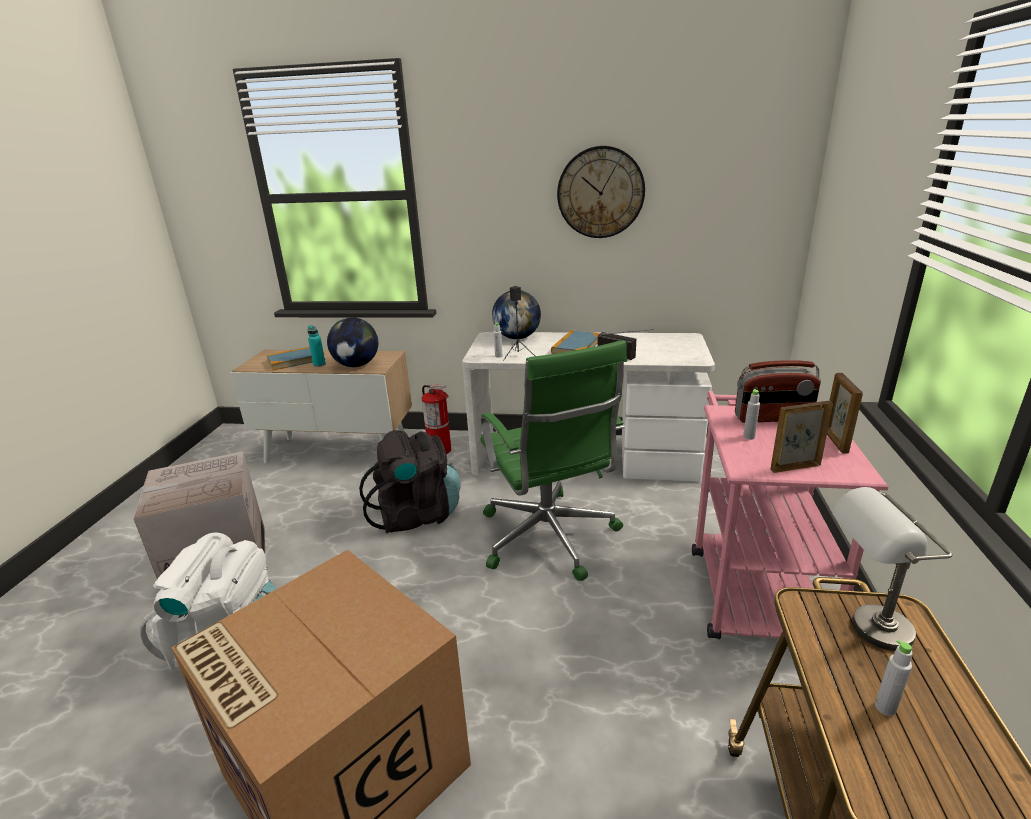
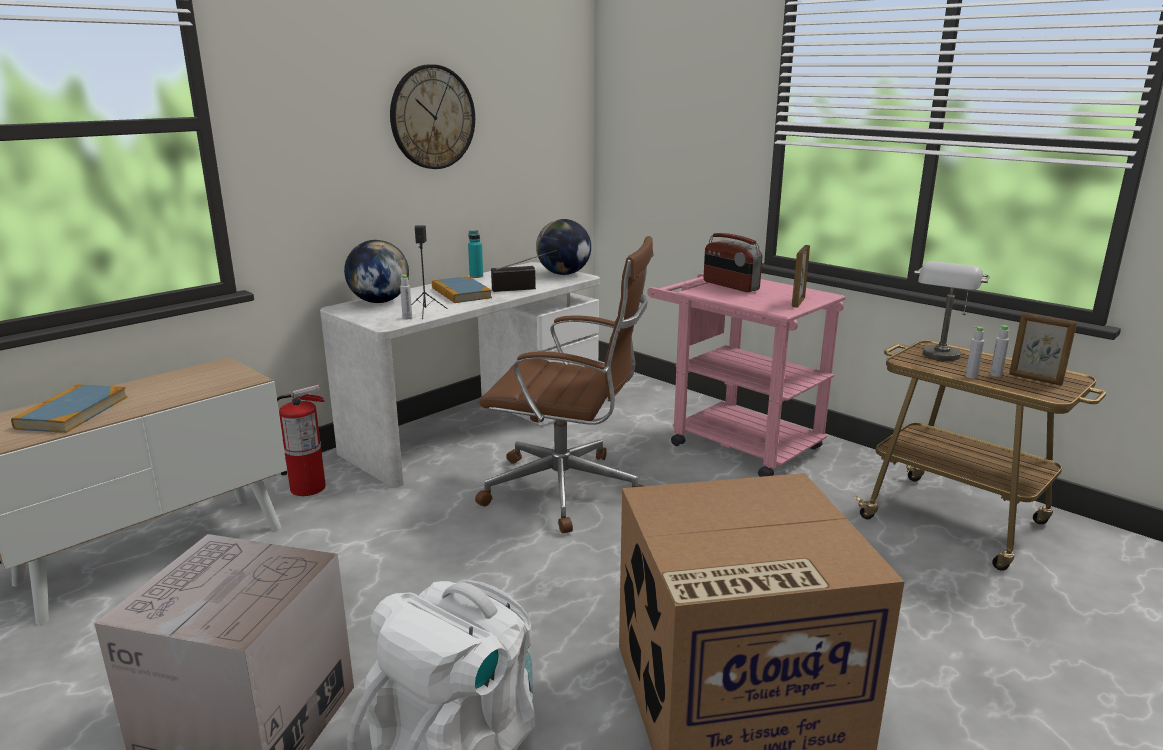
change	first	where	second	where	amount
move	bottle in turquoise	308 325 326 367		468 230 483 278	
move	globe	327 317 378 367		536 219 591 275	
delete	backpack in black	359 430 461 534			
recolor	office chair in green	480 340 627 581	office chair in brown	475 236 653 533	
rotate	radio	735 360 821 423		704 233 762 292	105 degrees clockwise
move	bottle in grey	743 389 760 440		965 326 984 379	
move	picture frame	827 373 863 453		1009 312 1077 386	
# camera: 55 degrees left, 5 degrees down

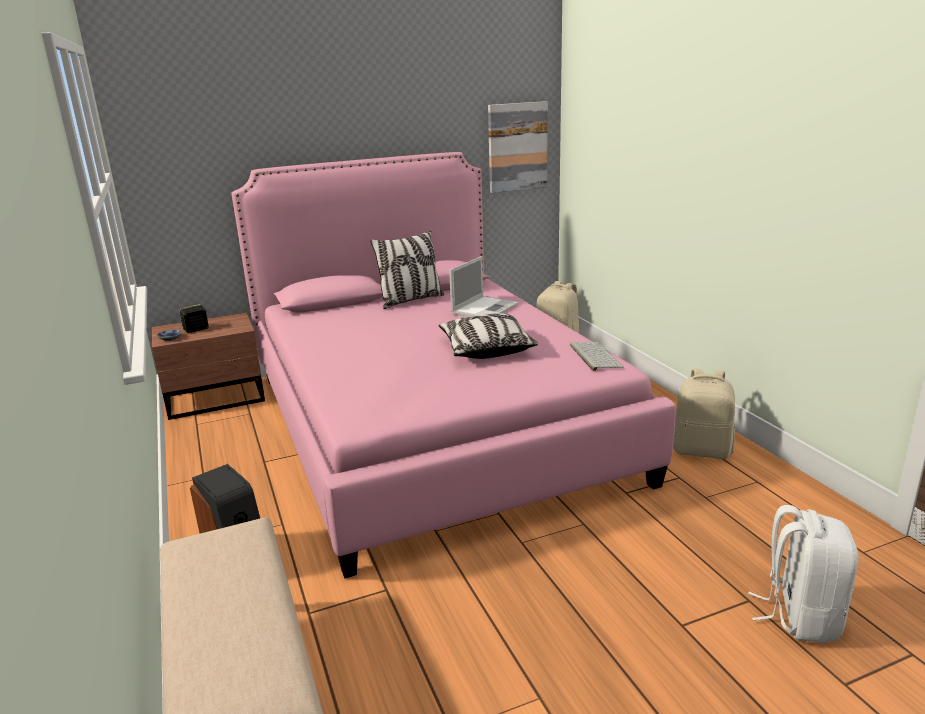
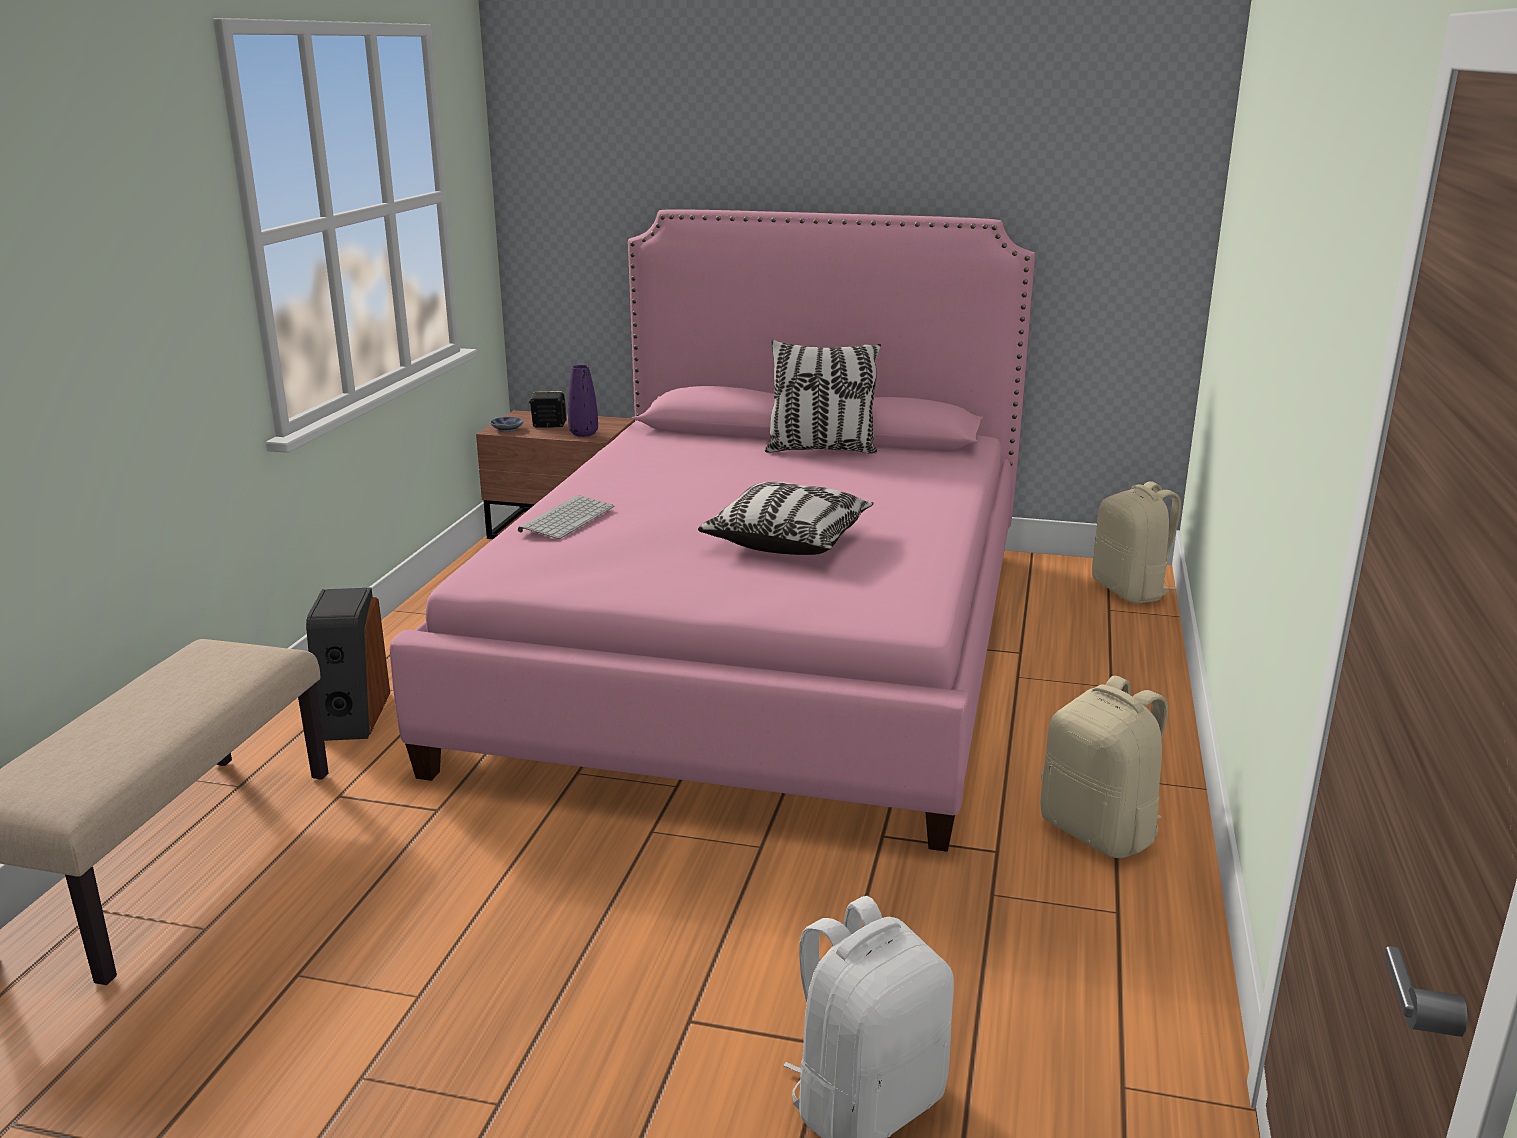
change	first	where	second	where	amount
delete	laptop	449 256 519 317			
delete	picture	488 101 548 193			
move	keyboard	570 342 624 371		518 495 614 539	
insert			vase in purple	568 365 598 437	
# camera: 35 degrees right, 0 degrees up

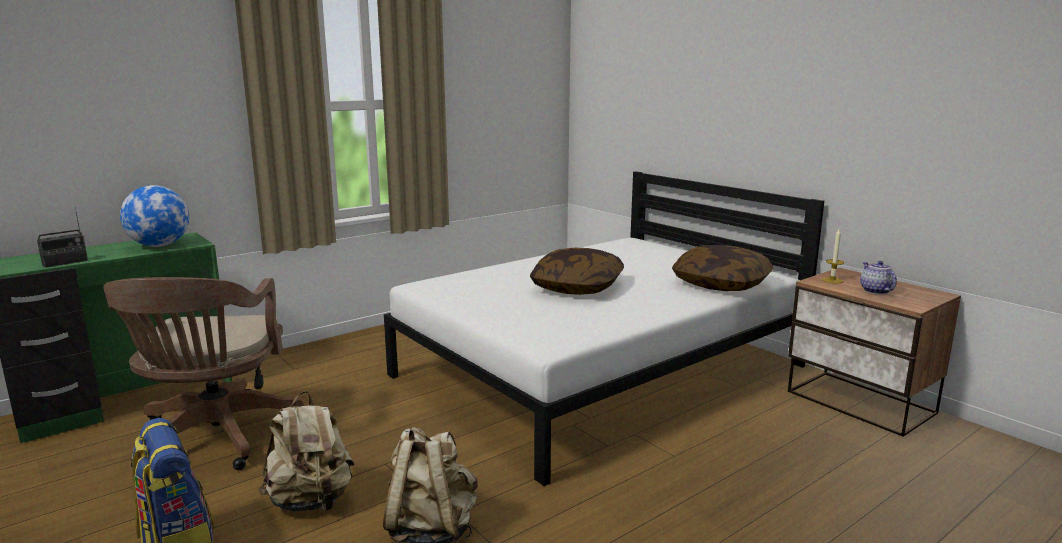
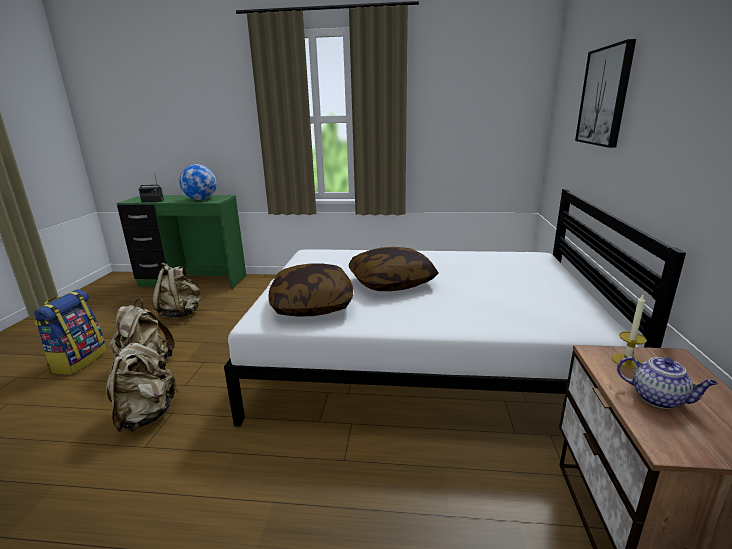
change	first	where	second	where	amount
replace	office chair in brown	103 277 304 470	backpack in beige	152 263 201 318	
move	pillow	672 245 773 291		268 264 353 317	
rotate	teapot	860 261 897 294		617 356 718 409	90 degrees clockwise
insert			picture	575 39 636 148	
# camera: 45 degrees right, 5 degrees up

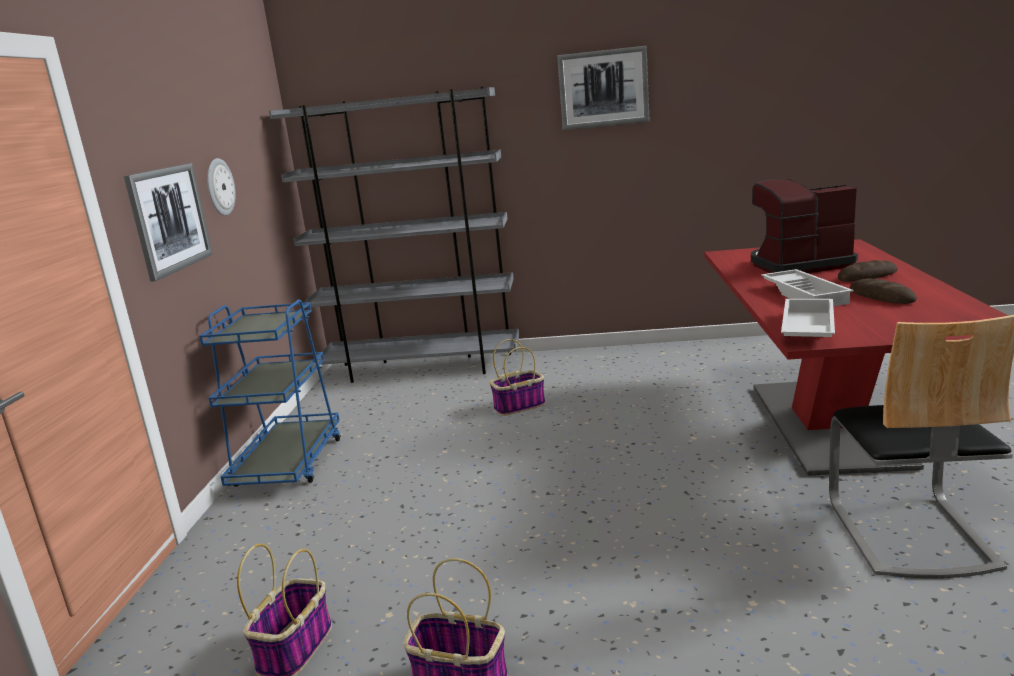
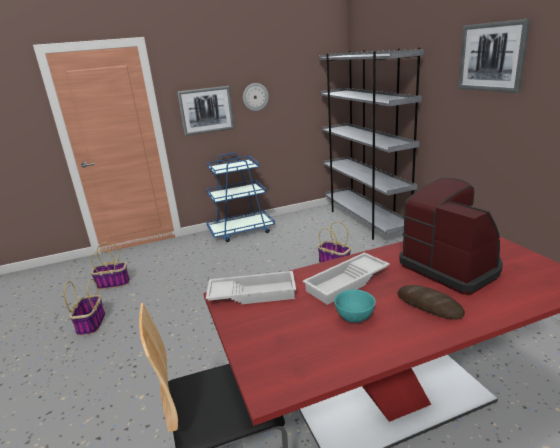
change	first	where	second	where	amount
replace	bread	850 278 917 304	bowl in turquoise	334 289 376 323	
# camera: 65 degrees right, 5 degrees up

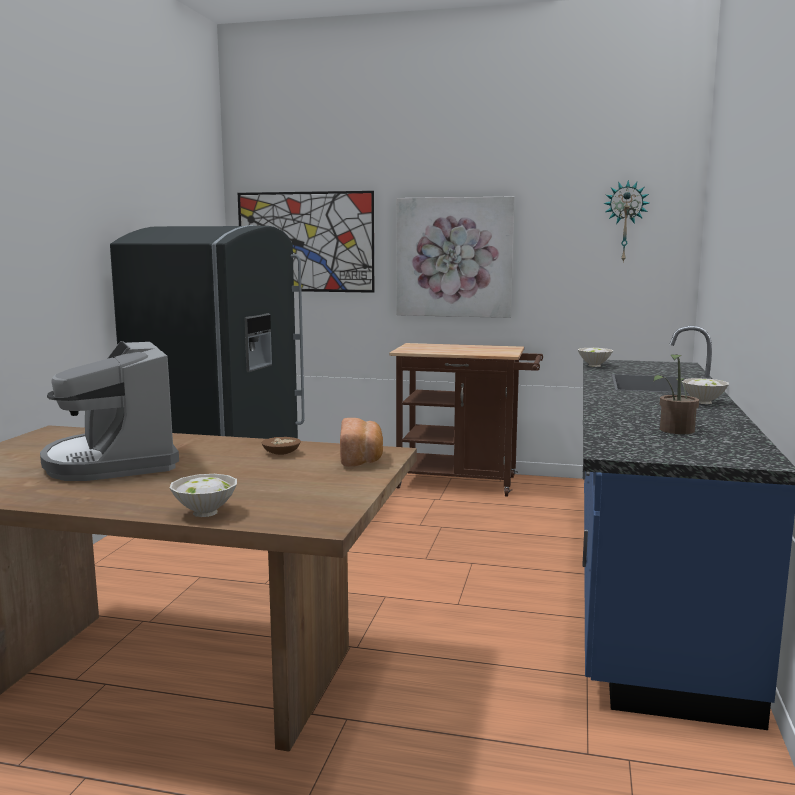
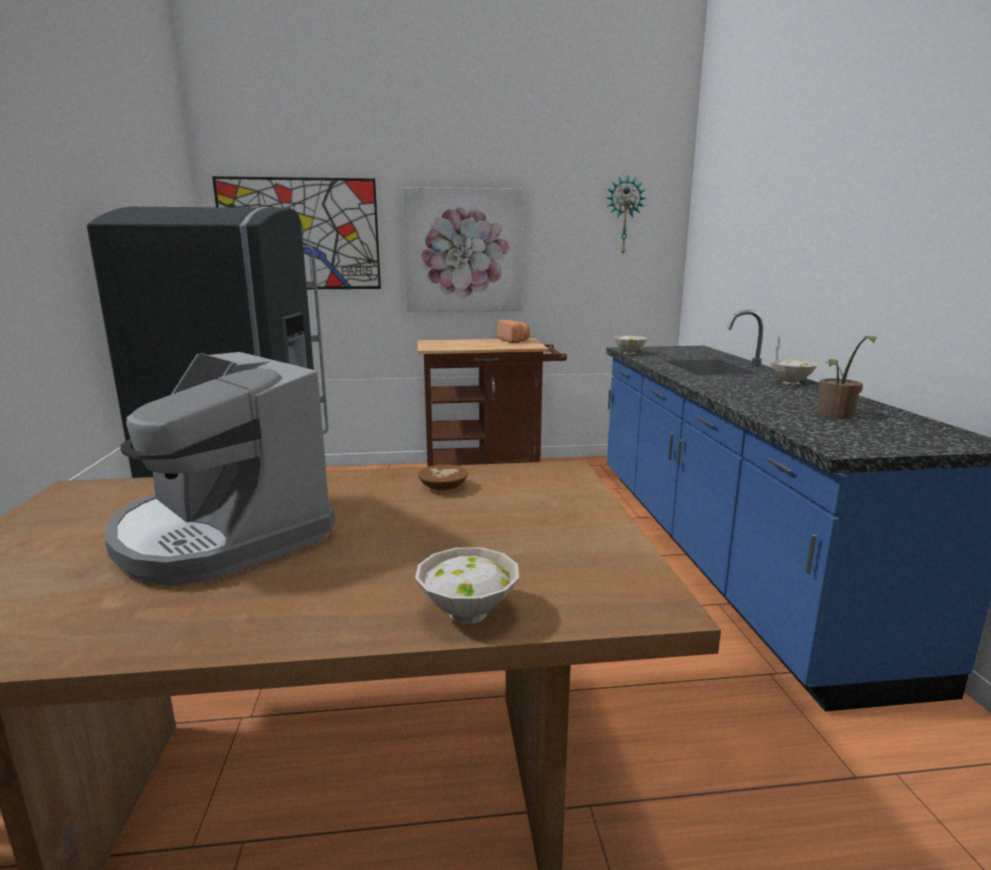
change	first	where	second	where	amount
move	bread	340 418 383 467		497 320 530 343	
# camera: 20 degrees left, 5 degrees up

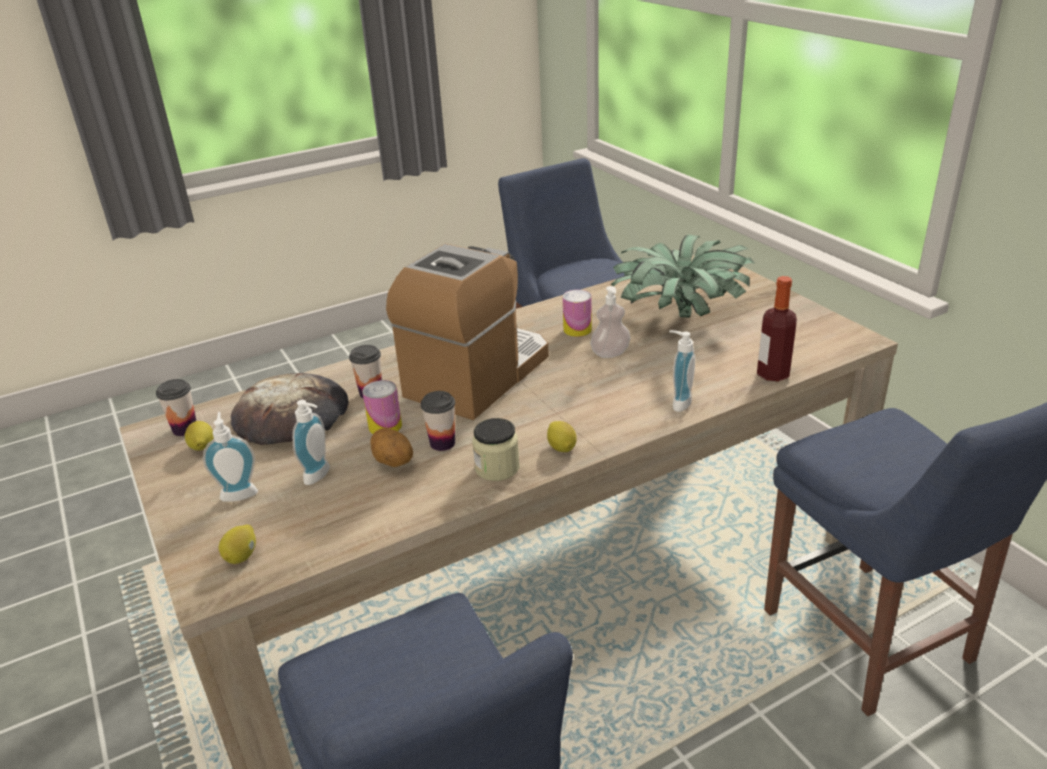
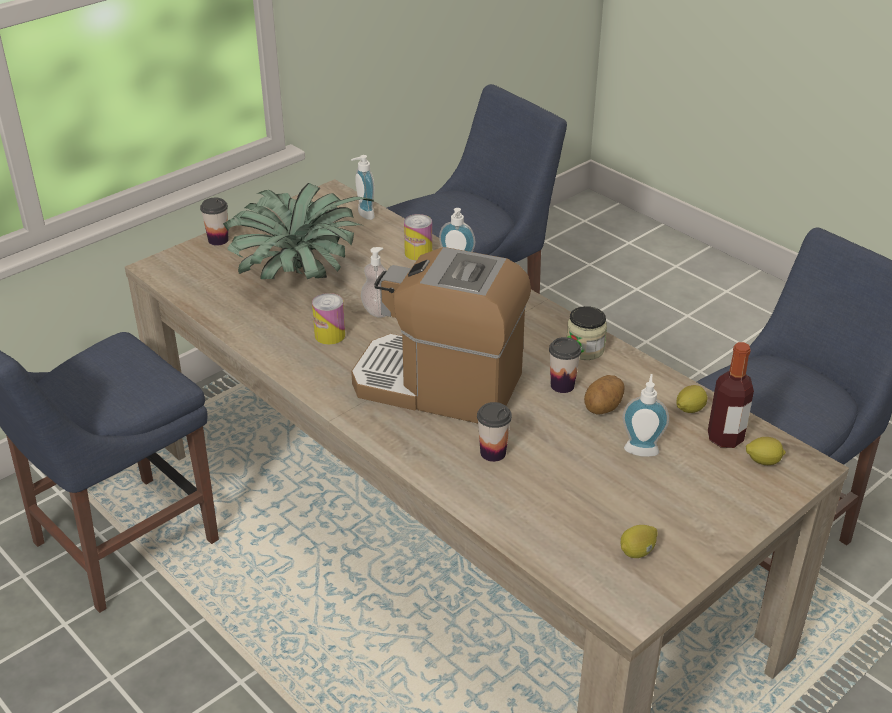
change	first	where	second	where	amount
move	cup	156 379 196 436		200 198 229 245	
move	soap dispenser	203 412 258 502		351 155 375 220	
delete	bread	231 373 348 445			
move	can	362 380 402 434		404 214 432 261	
move	lemon	547 421 577 452		676 385 708 413	
move	bottle	757 276 797 382		708 342 754 448	
# camera: 105 degrees left, 5 degrees up

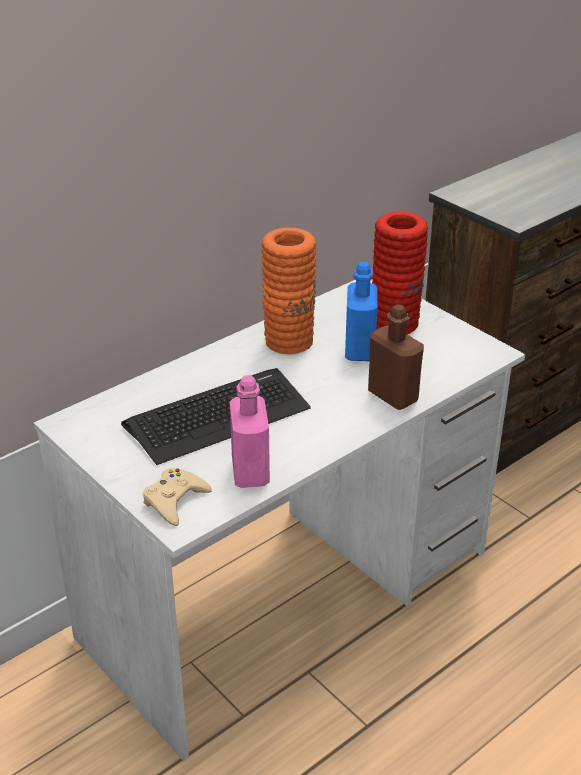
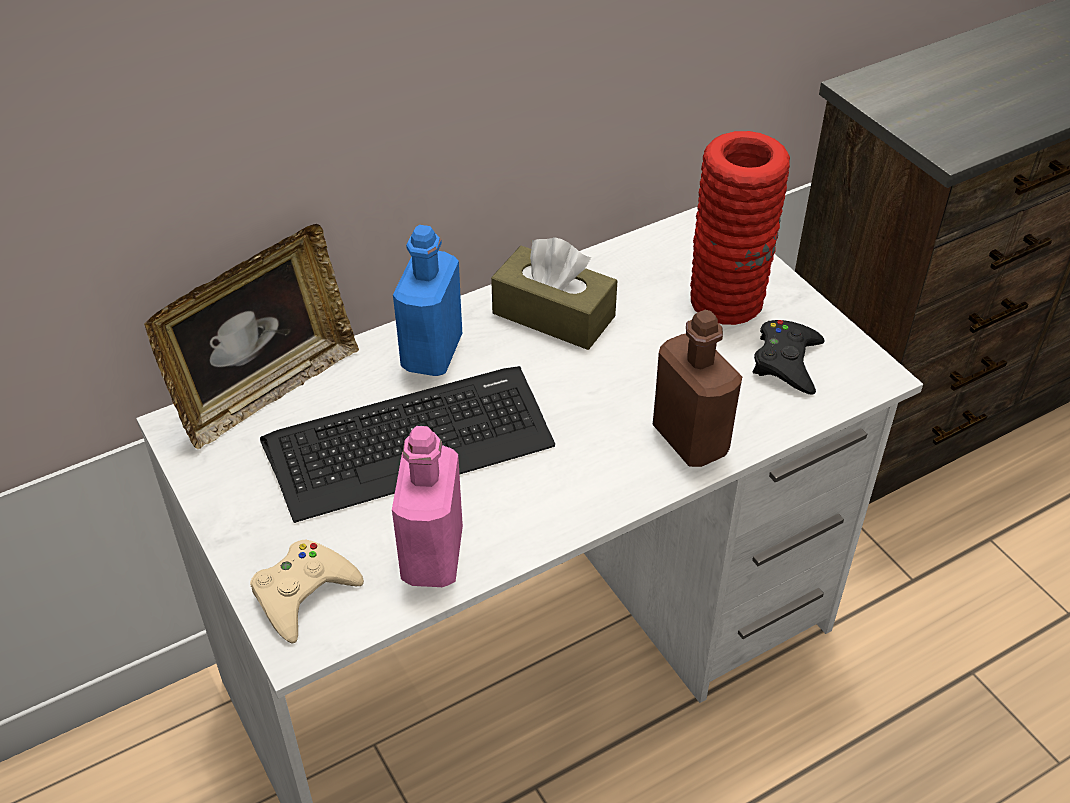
change	first	where	second	where	amount
replace	vase in orange	262 228 316 355	tissue box in brown	491 237 617 350	
move	bottle in blue	345 262 378 361		393 225 462 376	
insert			picture frame	144 224 359 449	
insert			game controller in black	753 320 825 395	
# camera: 10 degrees right, 10 degrees up

